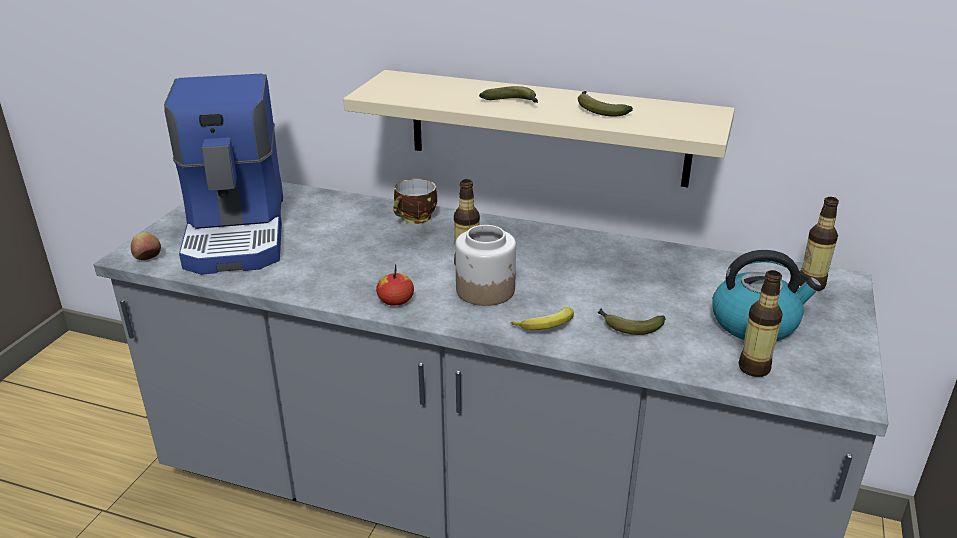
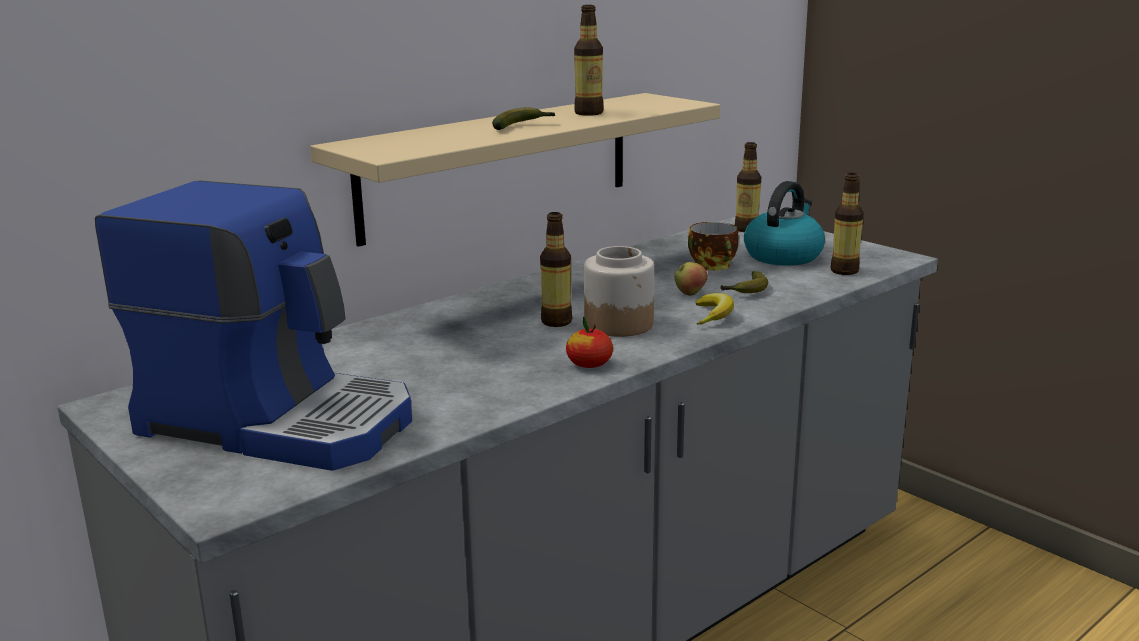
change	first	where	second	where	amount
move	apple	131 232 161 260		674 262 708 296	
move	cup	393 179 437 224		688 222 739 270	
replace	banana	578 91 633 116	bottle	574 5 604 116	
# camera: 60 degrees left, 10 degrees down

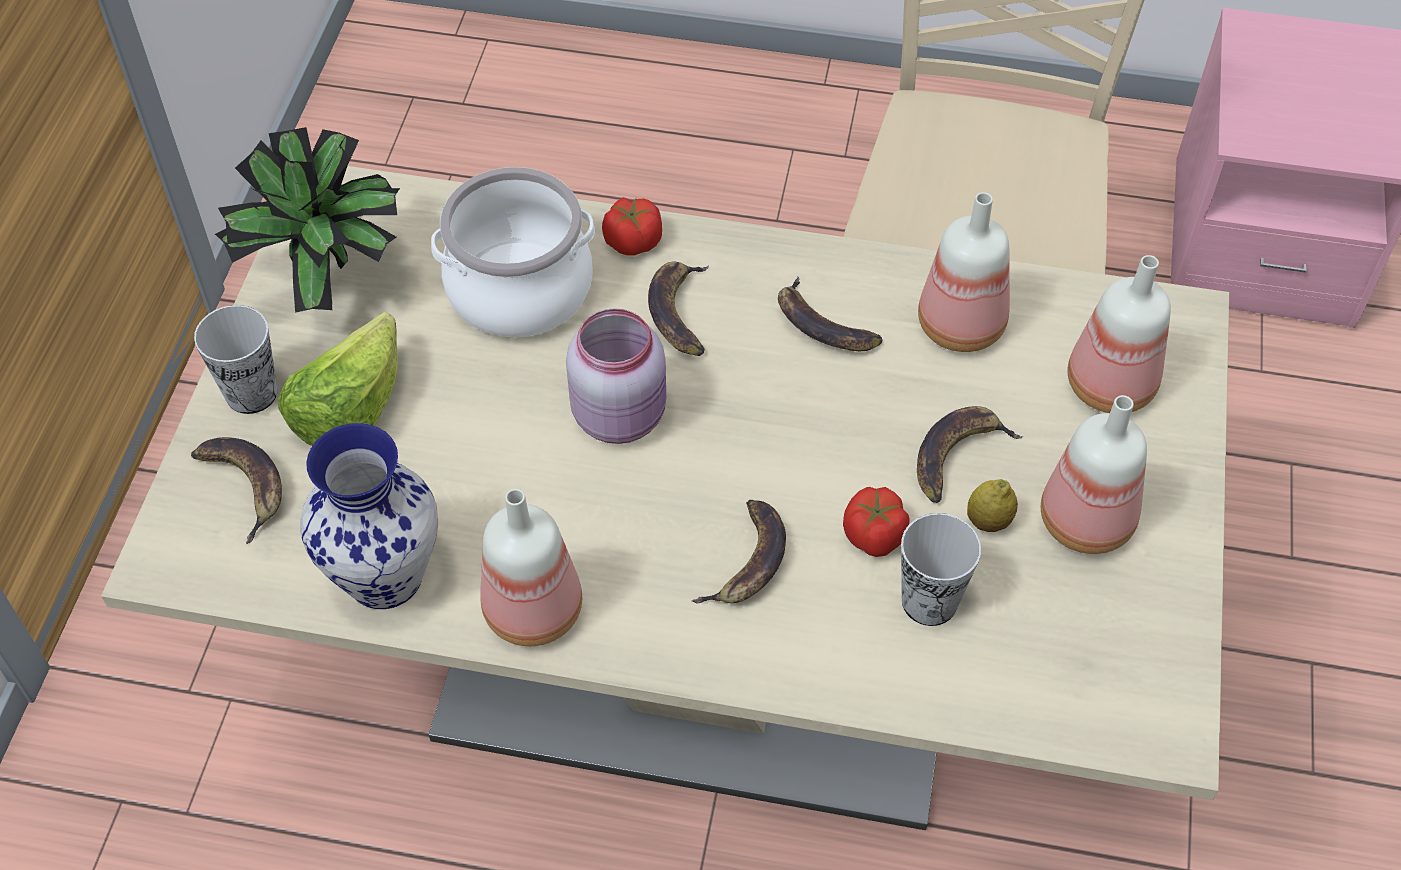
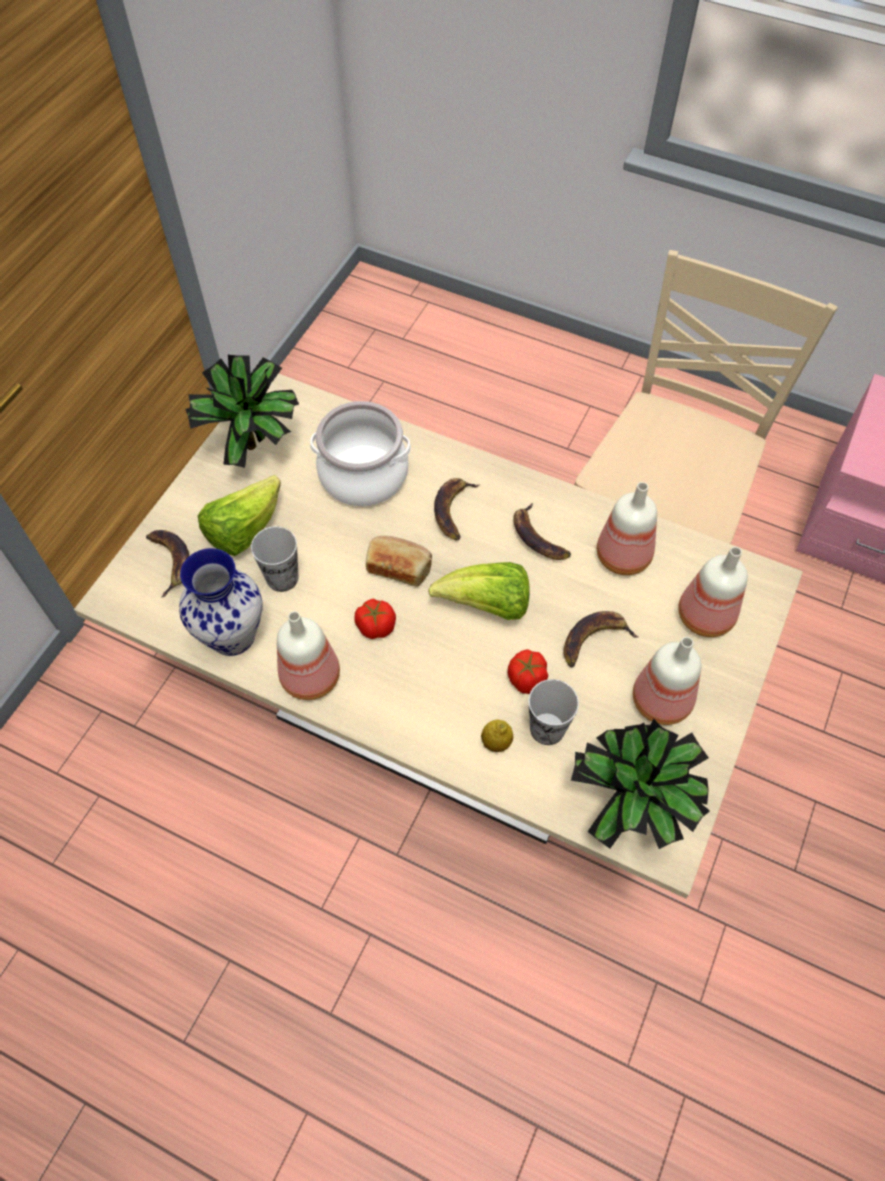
change	first	where	second	where	amount
move	cup	194 305 278 414		251 526 299 592	
replace	jar in pink	566 308 666 444	bread	366 536 432 587	
move	tomato	602 197 662 256		354 599 396 639	
delete	banana	692 500 786 604			
move	lemon	967 479 1018 532		481 719 513 752	
insert			lettuce	428 562 530 620	
insert			potted plant	571 718 710 849	
# camera: 15 degrees right, 5 degrees up

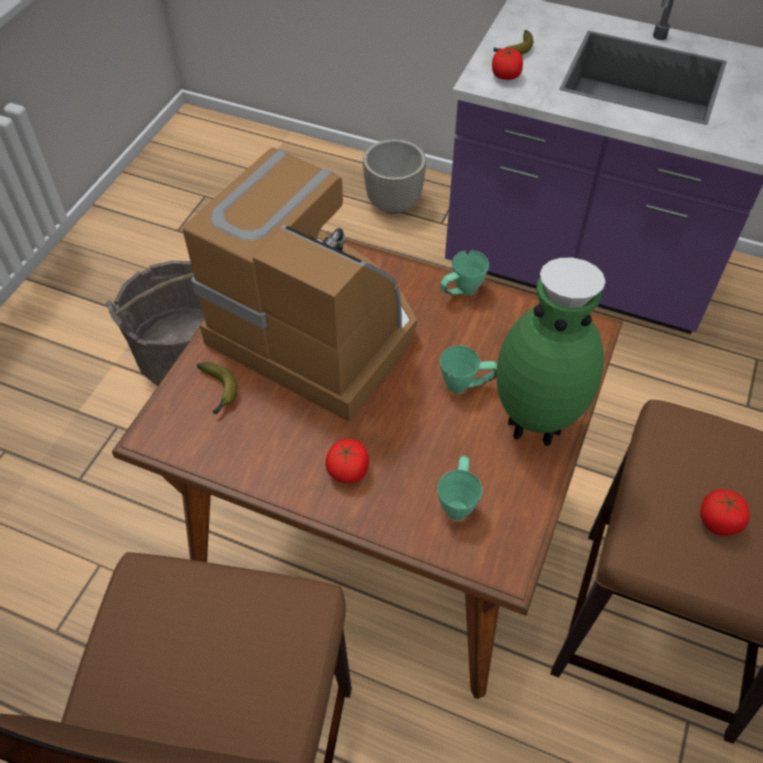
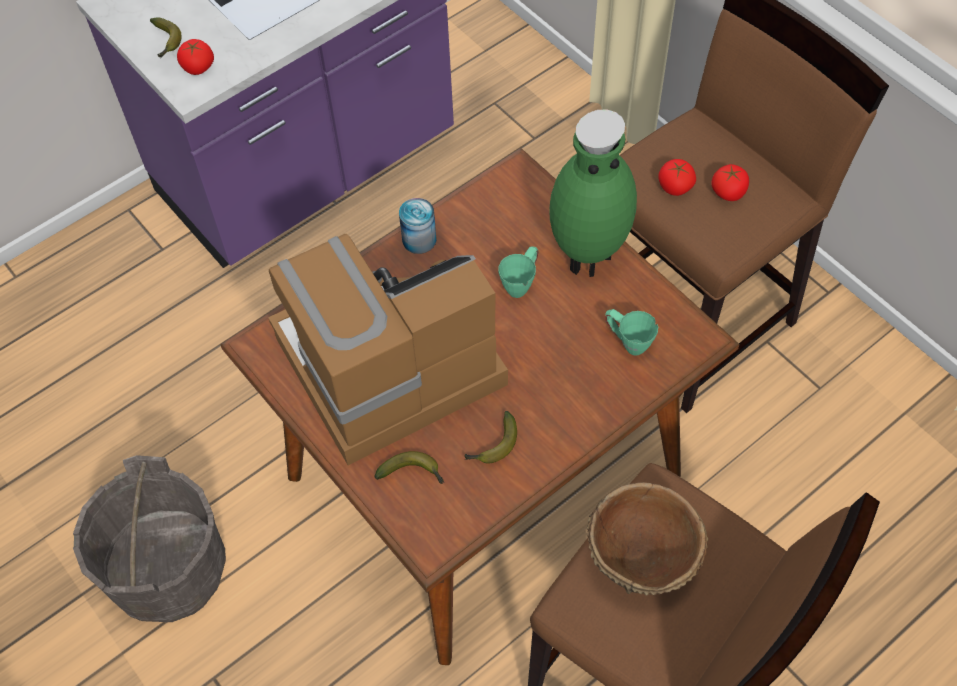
change	first	where	second	where	amount
move	tomato	325 439 369 483		659 159 696 196	
delete	planter	363 139 426 214			
replace	mug in green	441 250 489 296	can	399 198 436 254	
insert			banana	464 411 517 463	
insert			bowl in brown	587 482 708 596	
# camera: 60 degrees left, 5 degrees up

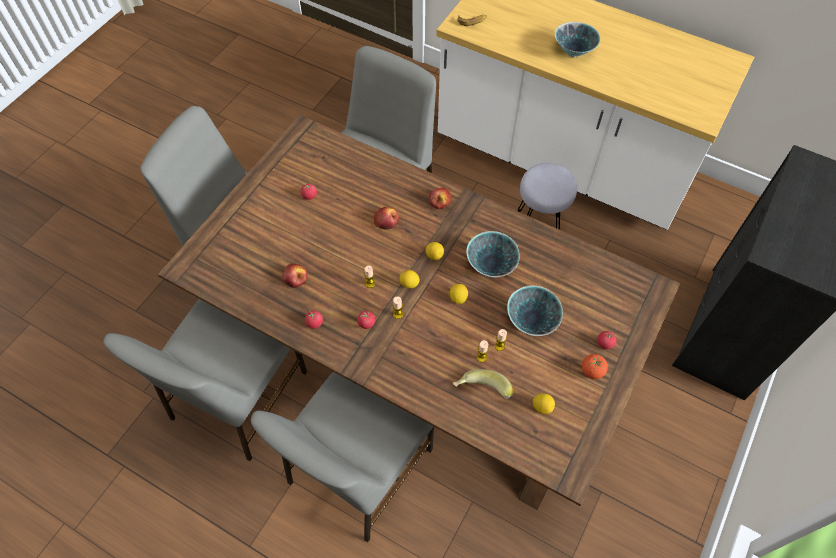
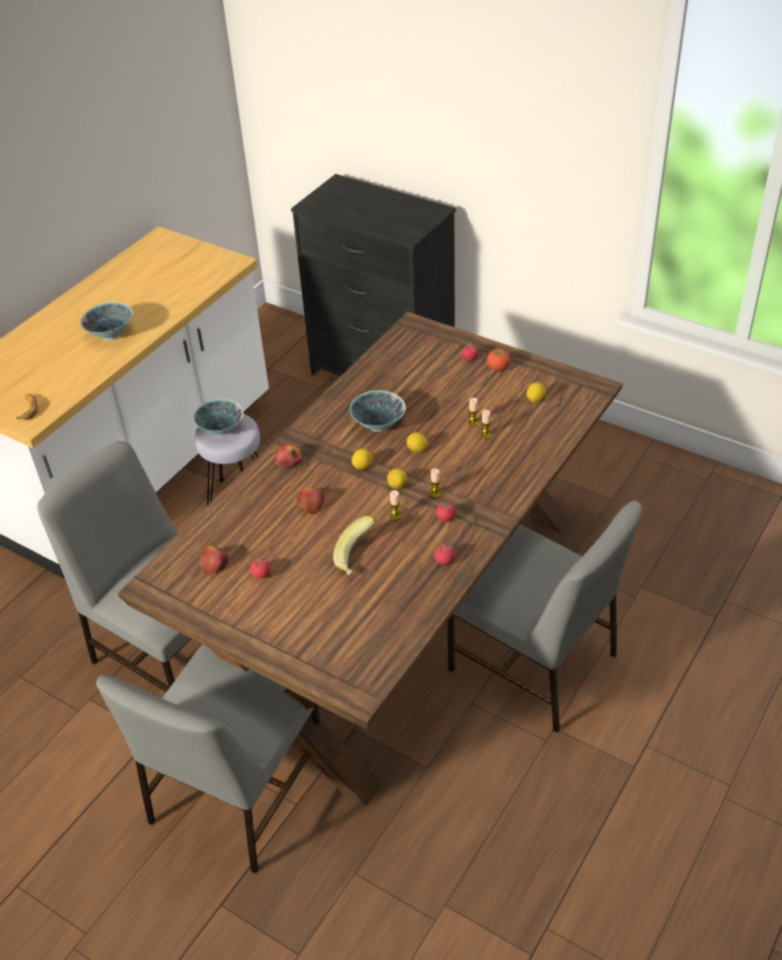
change	first	where	second	where	amount
delete	chair in grey	103 299 307 461			
move	apple	282 264 307 288		199 546 229 575	
move	banana	453 369 513 399		333 516 376 575	
move	bowl	507 286 563 336		193 399 244 436	
# camera: 85 degrees left, 15 degrees down

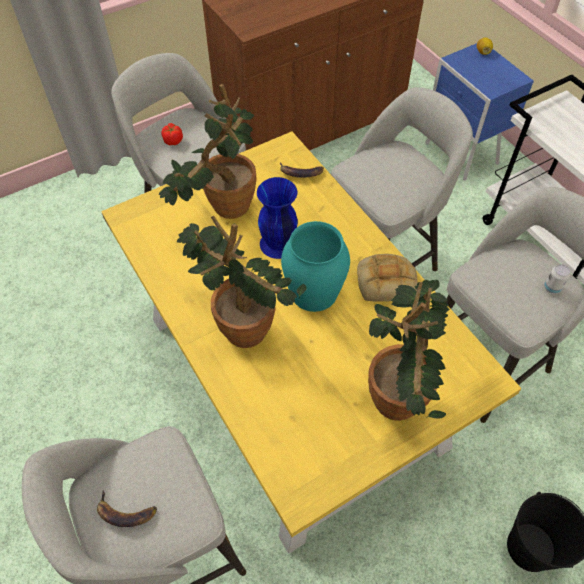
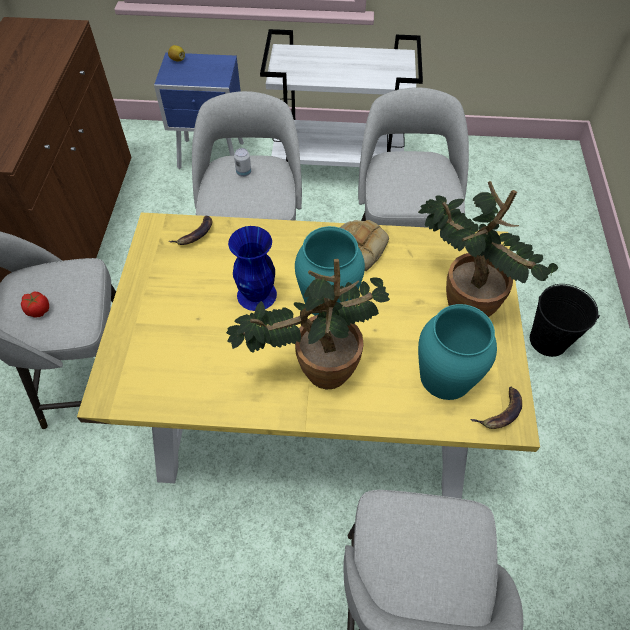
change	first	where	second	where	amount
move	banana	97 491 157 527		470 387 522 429	
delete	potted plant	159 84 257 219			
move	can	544 264 570 294		234 148 251 177	
insert			vase in turquoise	418 304 497 400	
# camera: 55 degrees left, 0 degrees up

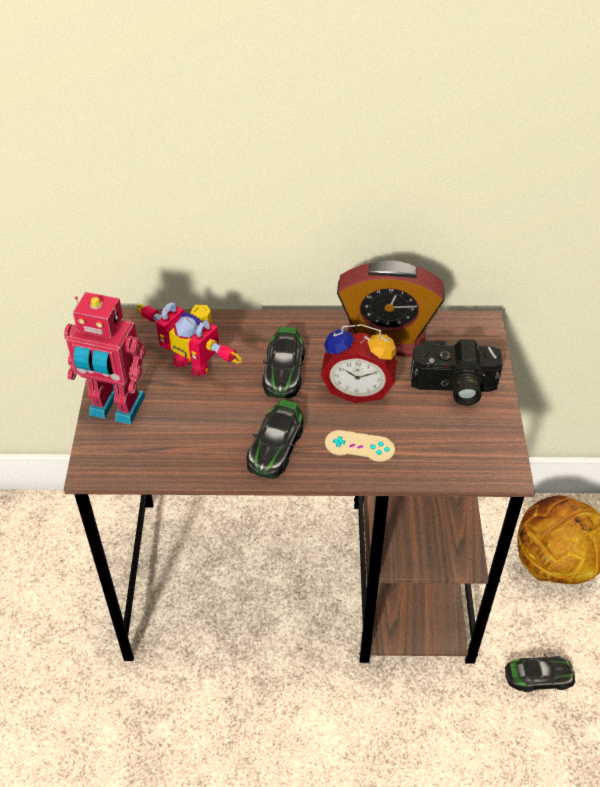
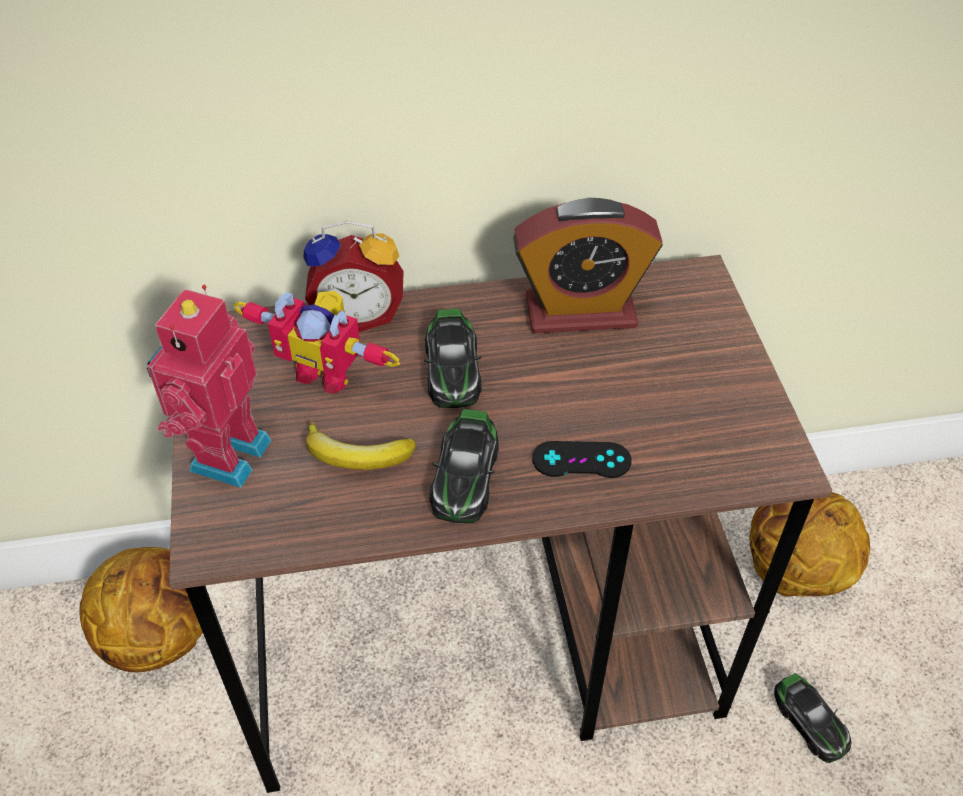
change	first	where	second	where	amount
rotate	toy robot	64 292 146 425		147 285 272 488	105 degrees clockwise
move	alarm clock	321 324 397 403		303 221 404 332	
recolor	game controller in beige	325 430 395 462	game controller in black	532 441 632 478	
delete	photo camera	411 339 503 406			
rotate	toy car	505 654 575 692		774 673 852 763	75 degrees clockwise
insert			basketball	80 547 203 672	
insert			banana	306 422 416 470	
# camera: 10 degrees left, 0 degrees up

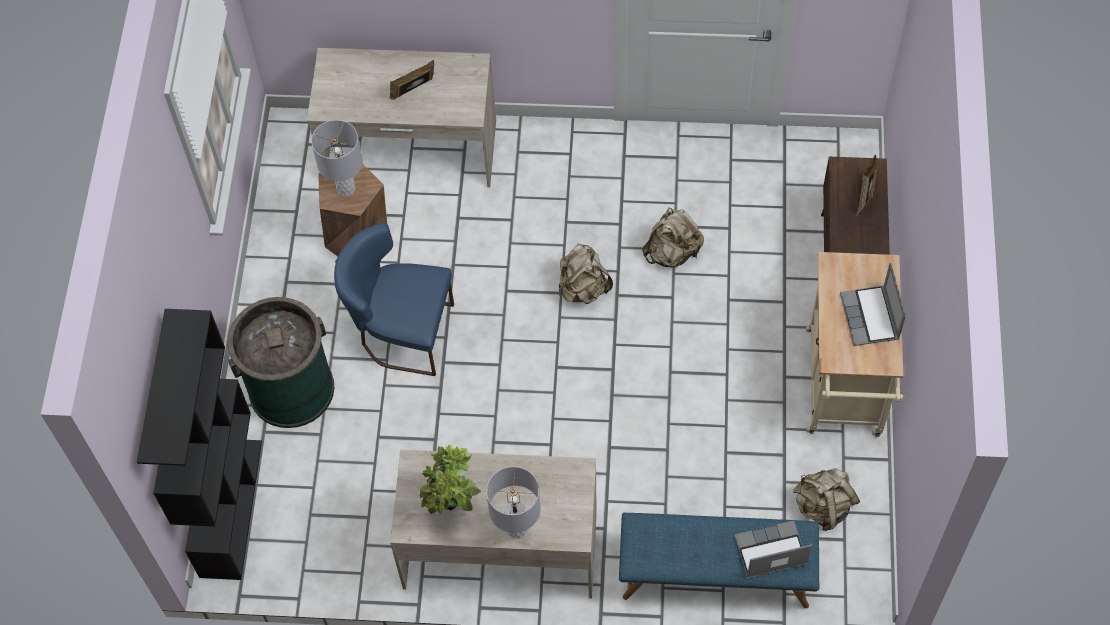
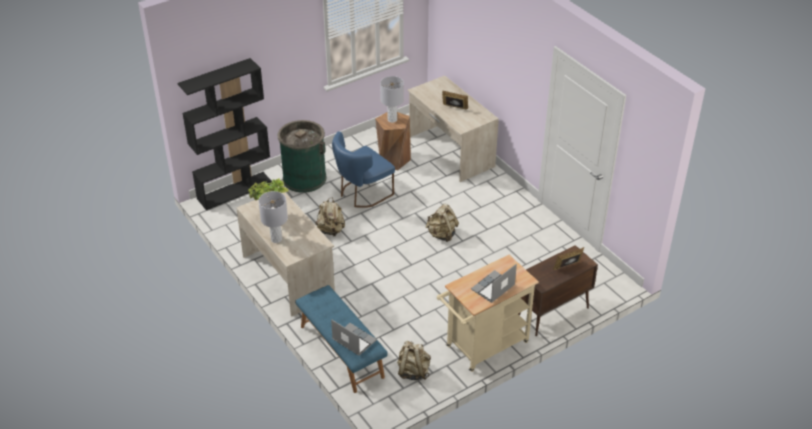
change	first	where	second	where	amount
rotate	chair in blue	334 223 454 376		332 131 395 208	105 degrees counterclockwise
move	backpack in beige	642 208 704 267		315 198 345 237	
# camera: 50 degrees right, 20 degrees down

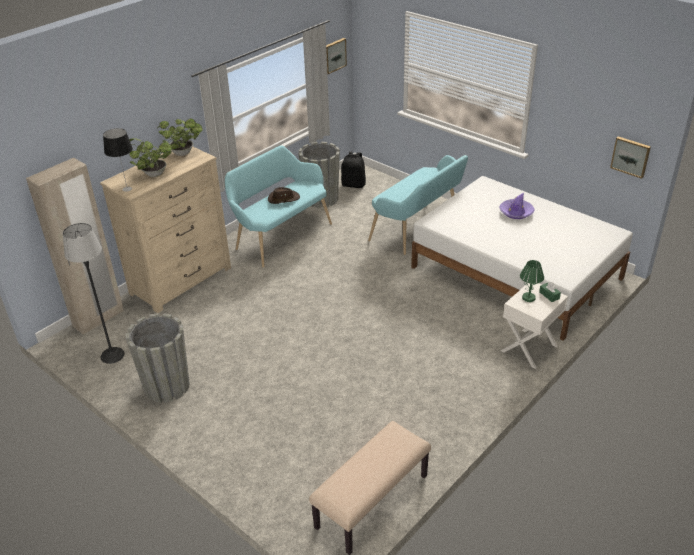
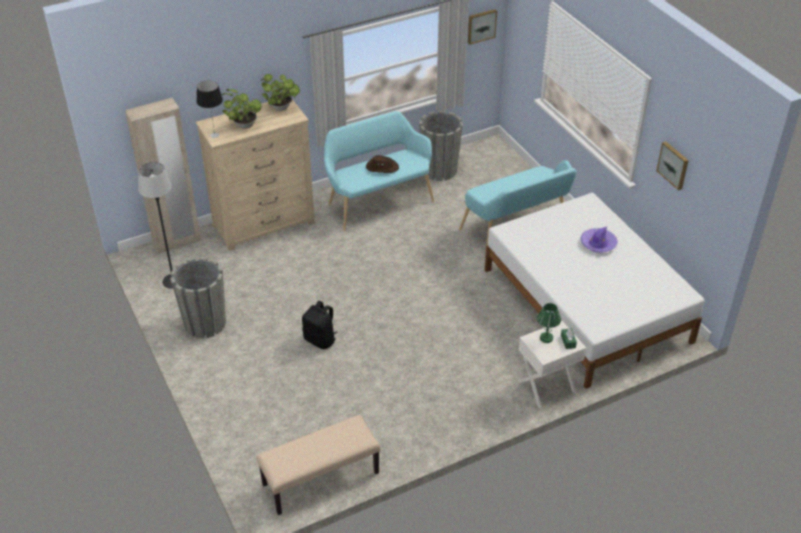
change	first	where	second	where	amount
move	backpack in black	341 151 366 188		302 301 337 349	
move	picture	610 136 651 179		656 141 689 190	
# camera: 20 degrees right, 5 degrees up

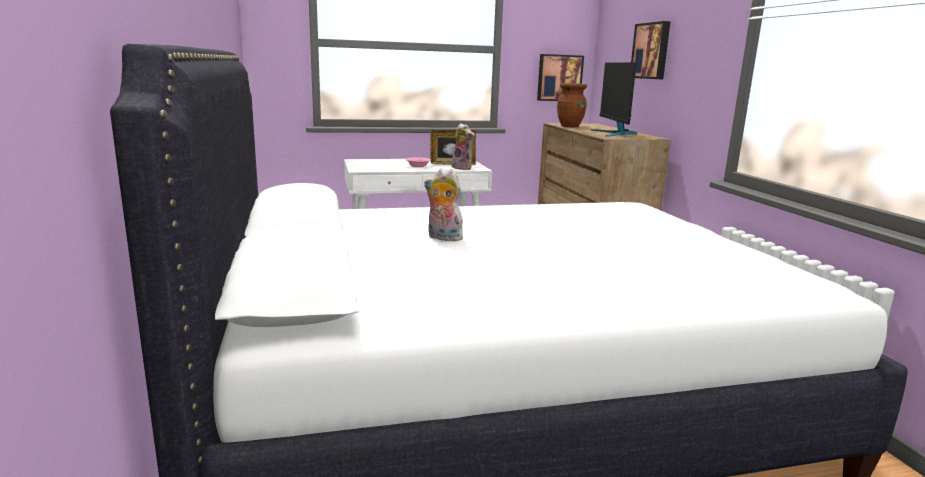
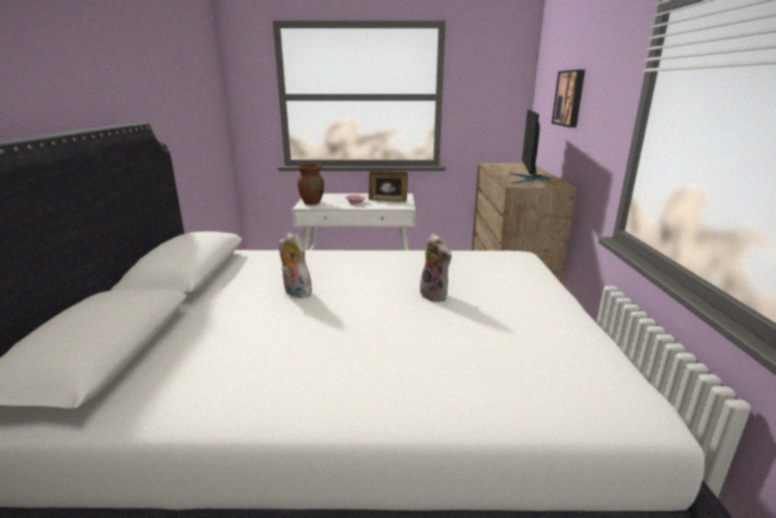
change	first	where	second	where	amount
move	plush toy	452 123 475 170		420 233 452 302	
delete	picture	537 54 584 101			
move	vase in brown	557 83 587 127		297 164 324 205	
# camera: 15 degrees right, 5 degrees up

